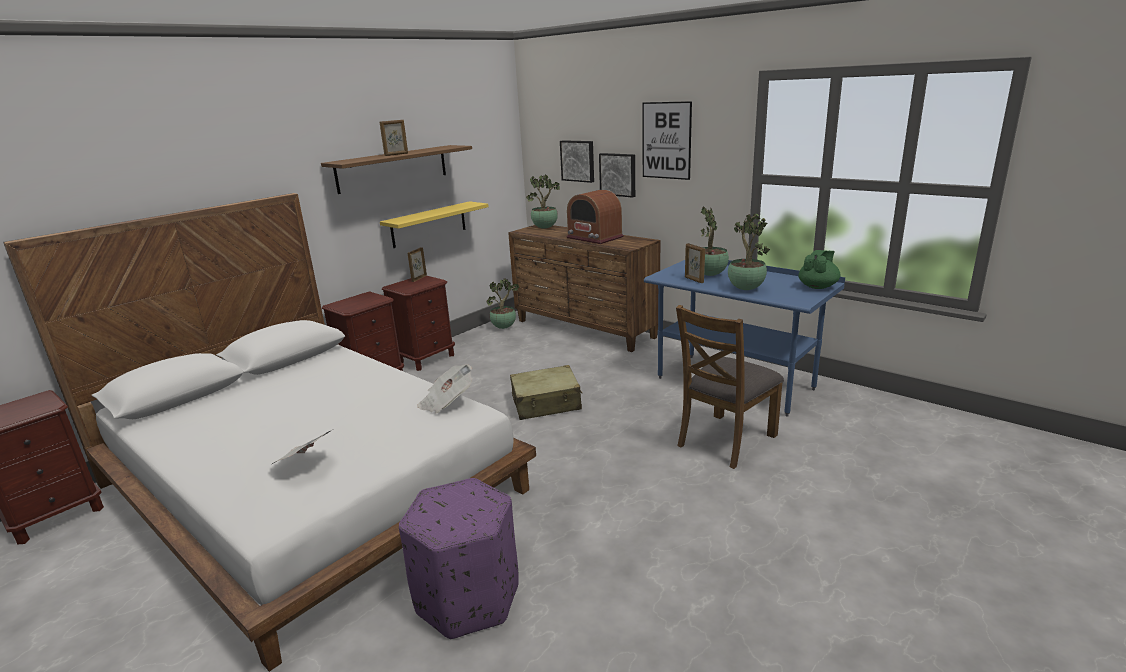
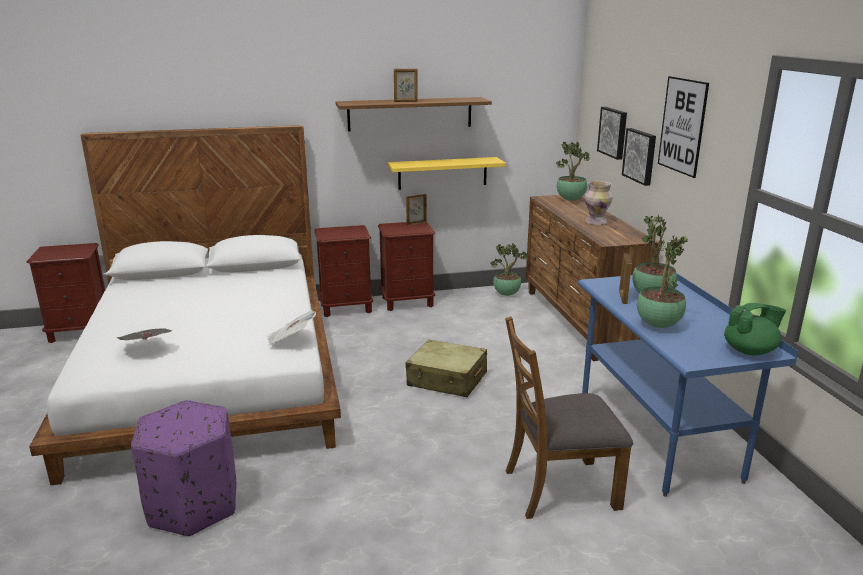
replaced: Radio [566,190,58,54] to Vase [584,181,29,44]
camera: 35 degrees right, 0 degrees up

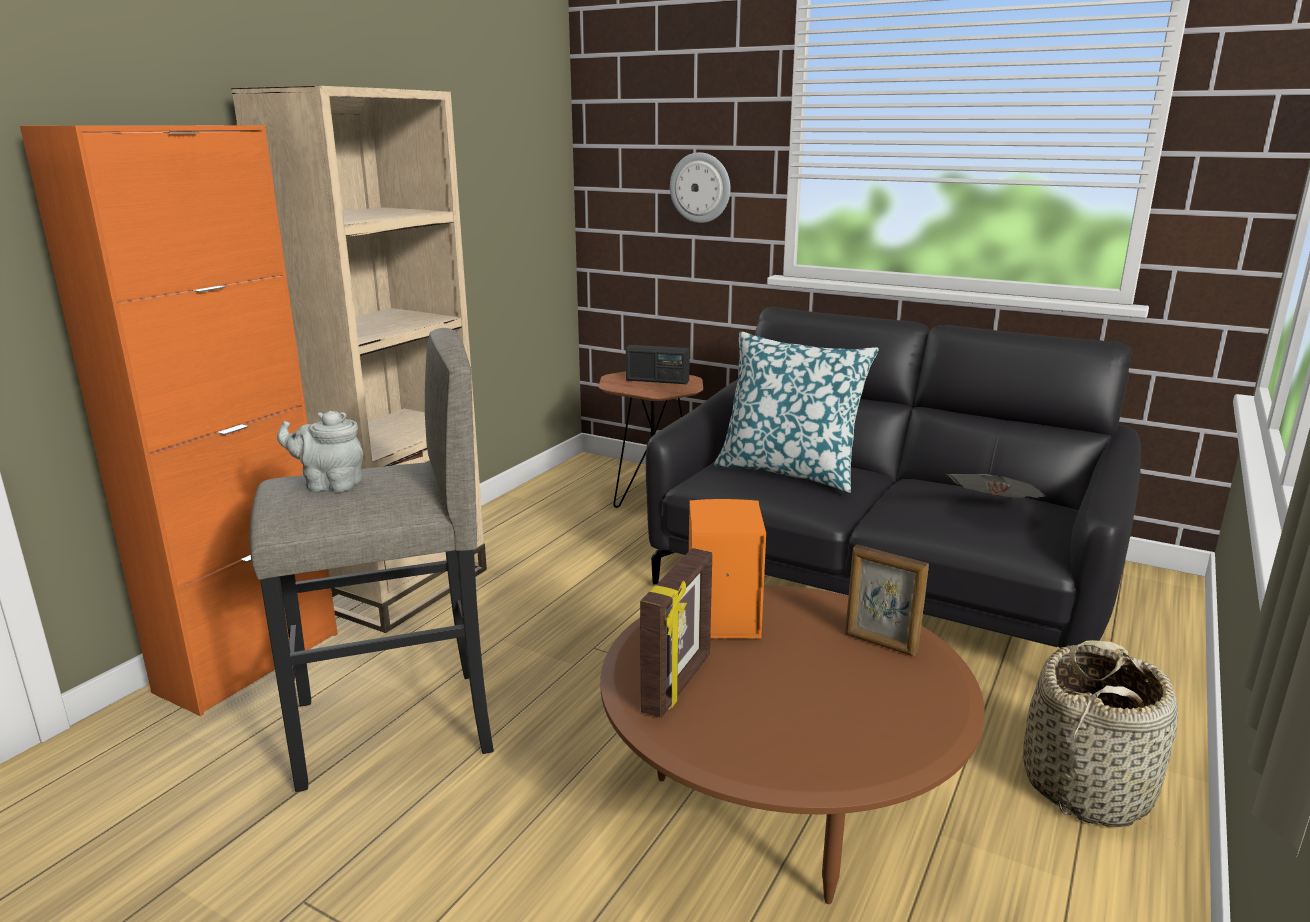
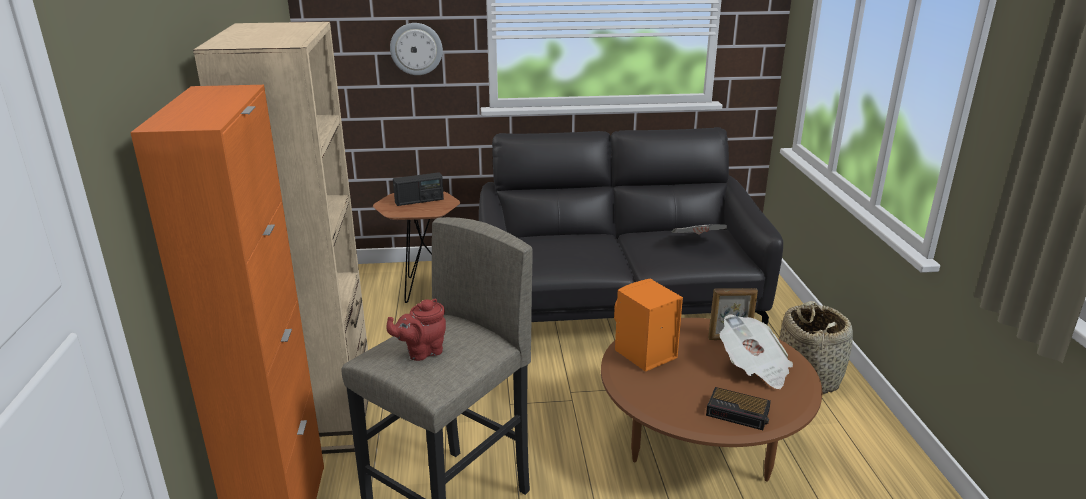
removed: Bilderrahmen [640,548,72,170]; Kissen [714,332,165,161]
added: Wecker [706,387,65,43]; Zeitung [720,314,73,75]
recoloured: Teekanne/grau [277,411,86,81] to Teekanne/rot [386,299,60,62]
camera: 35 degrees left, 5 degrees up

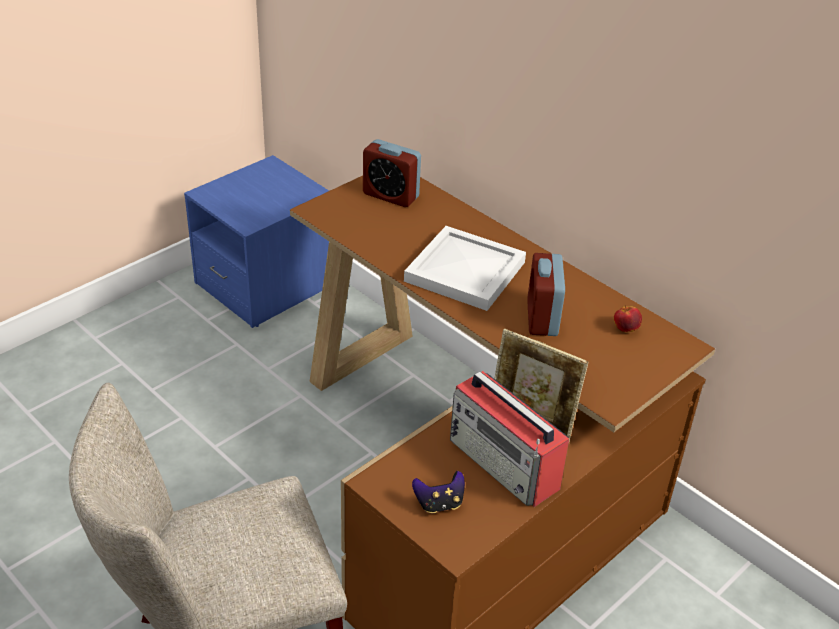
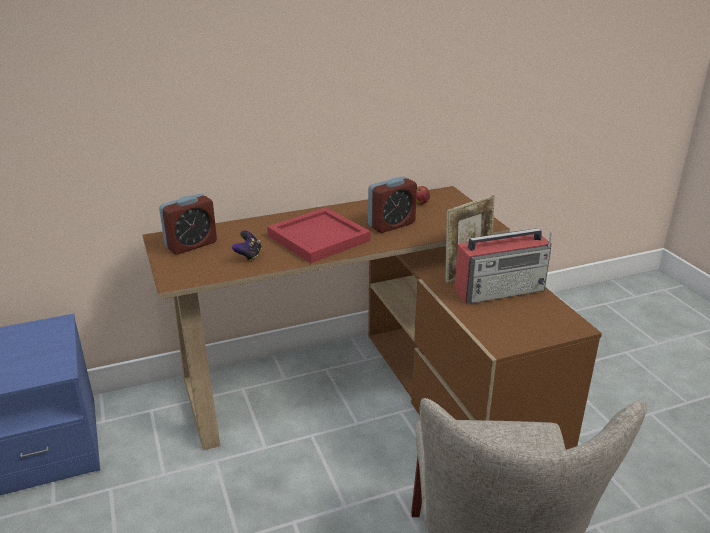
moved: Gamepad [412,471,53,42] to [232,230,30,31]
recoloured: Tablett/weiß [404,226,122,85] to Tablett/rot [267,208,104,55]
turned: Wecker [527,253,38,83] = [368,176,49,57] 60 degrees counterclockwise
camera: 65 degrees left, 10 degrees down

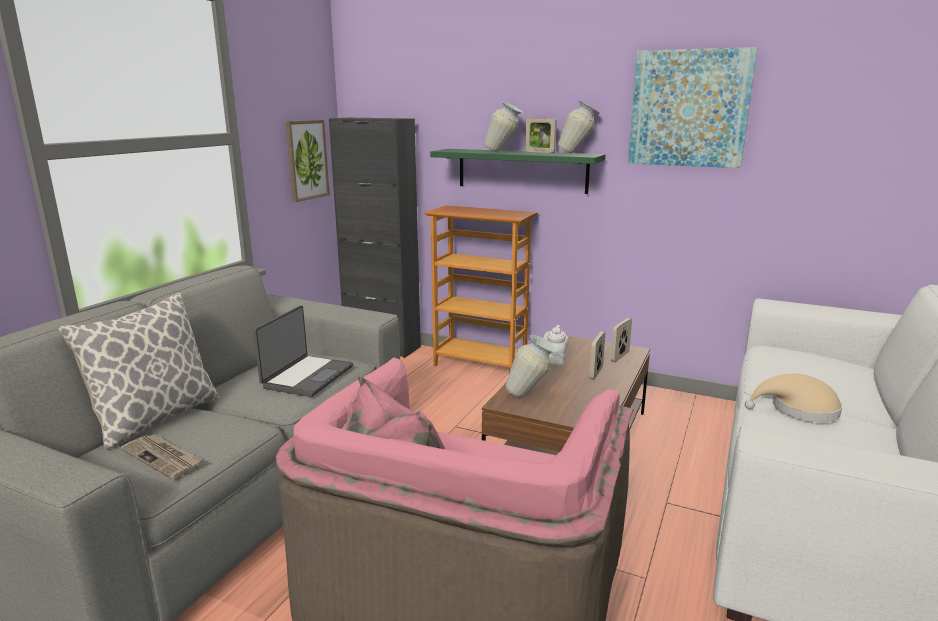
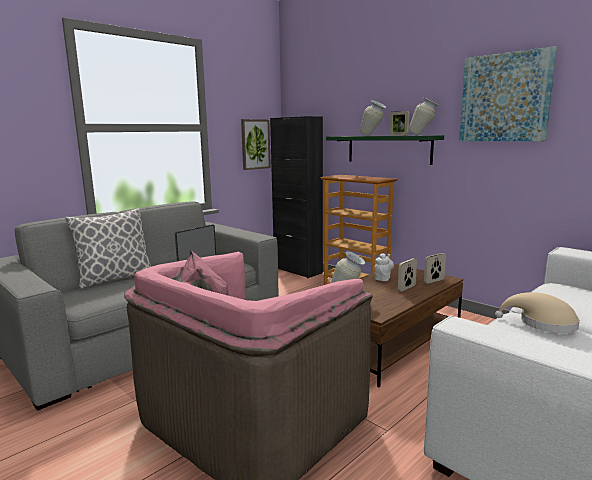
removed: Zeitung [121,434,81,46]
camera: 20 degrees right, 5 degrees down

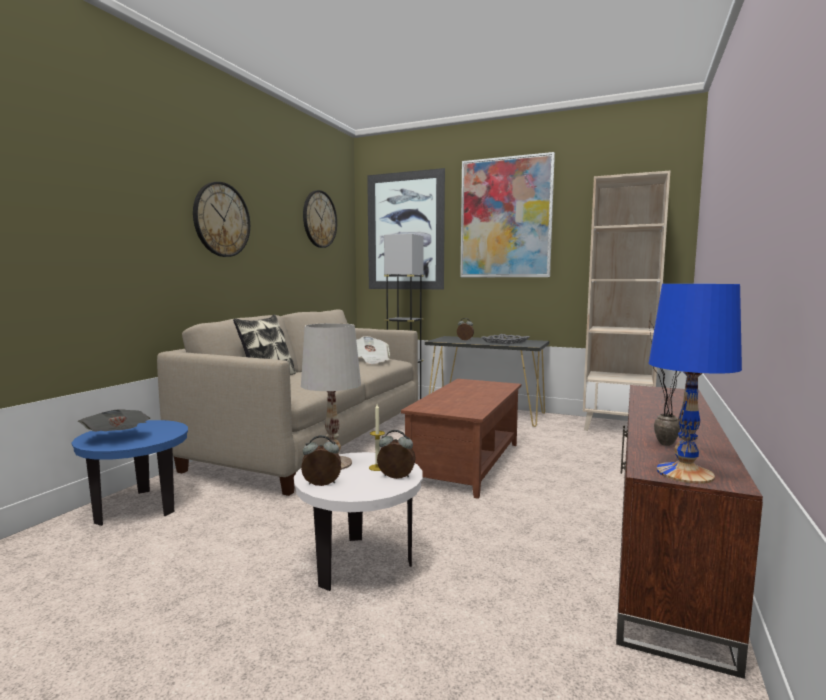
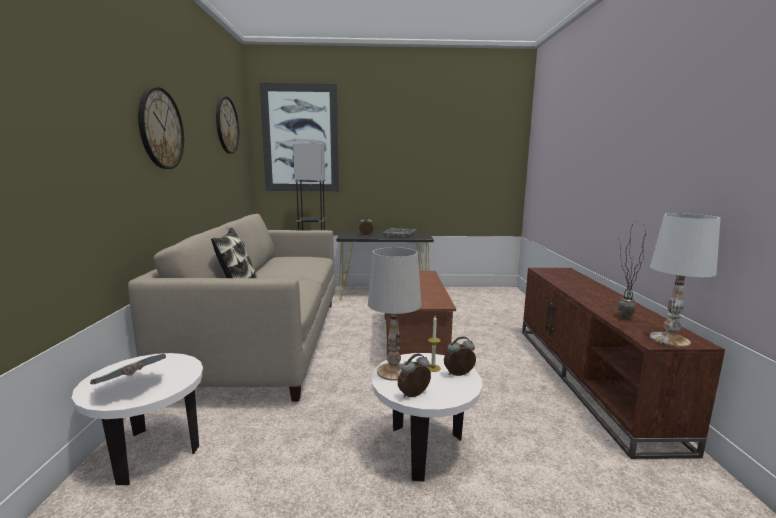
removed: Zeitung [356,336,34,28]; Bild [460,152,95,125]; Bücherregal/beige [583,171,87,260]
recoloured: Beistelltisch/blau [71,420,117,106] to Beistelltisch/weiß [72,353,131,132]; Tischlampe/blau [649,284,93,200] to Tischlampe/weiß [650,213,71,134]
camera: 25 degrees left, 5 degrees up

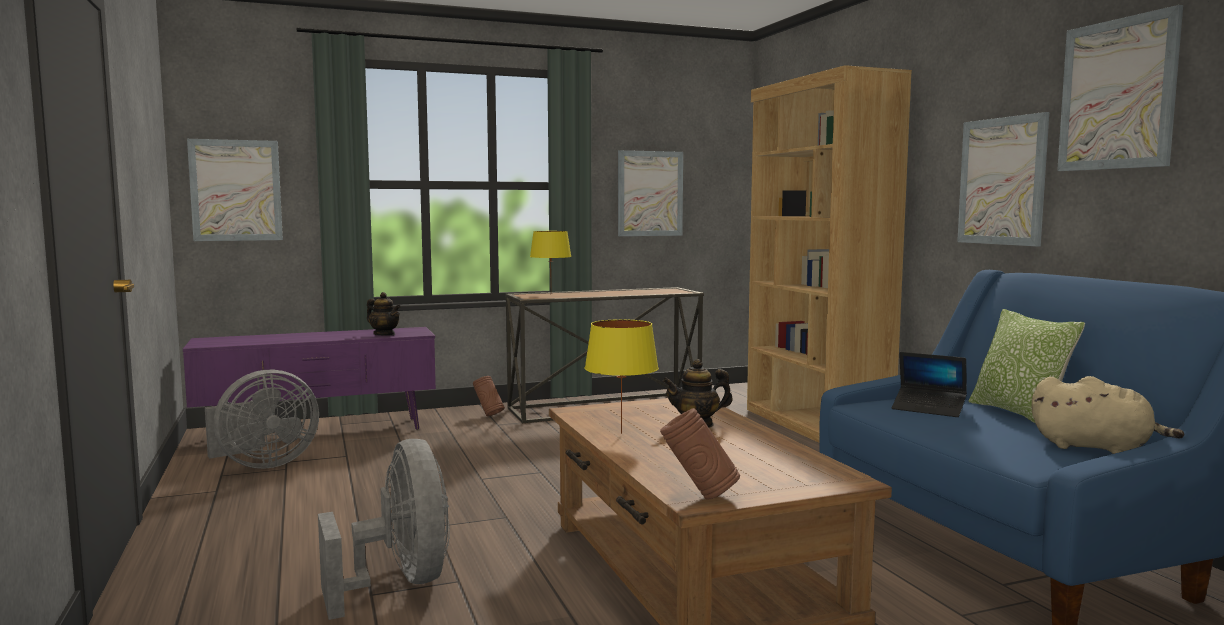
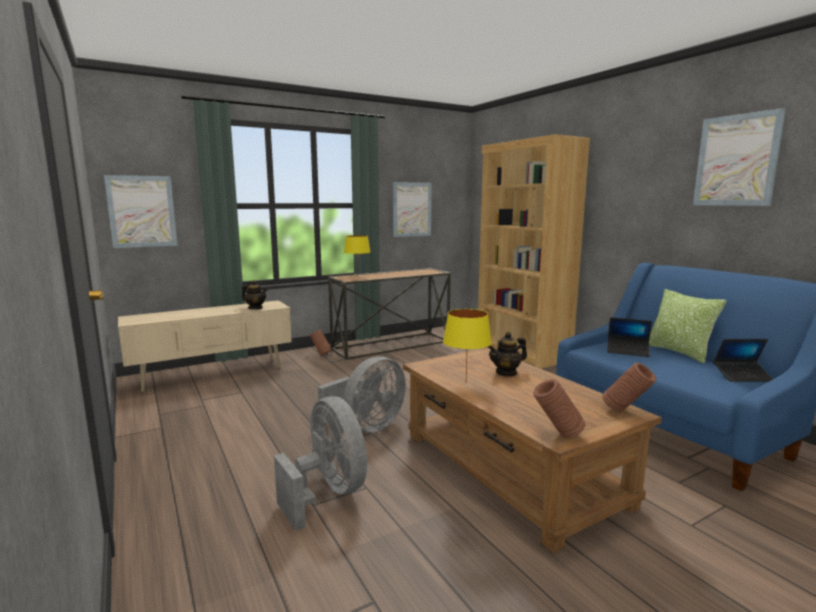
removed: Bild [957,112,92,134]
added: Vase/braun [602,363,55,49]
moved: Ventilator/grau [205,370,114,99] to [318,356,88,76]
replaced: Plüschtier/beige [1031,376,153,78] to Laptop [713,339,60,43]
recoloured: Fernsehschrank/lila [183,327,253,102] to Fernsehschrank/beige [118,300,174,92]
camera: 10 degrees left, 5 degrees up

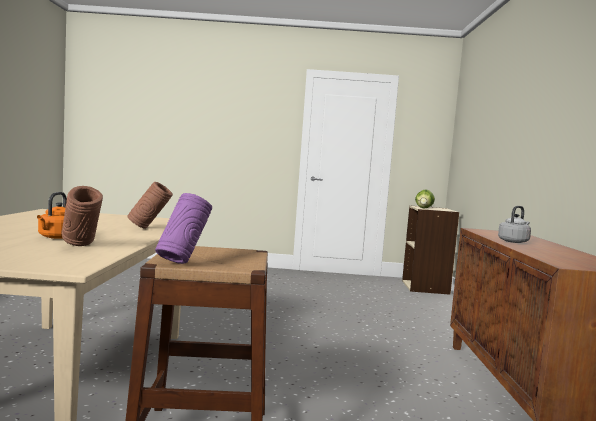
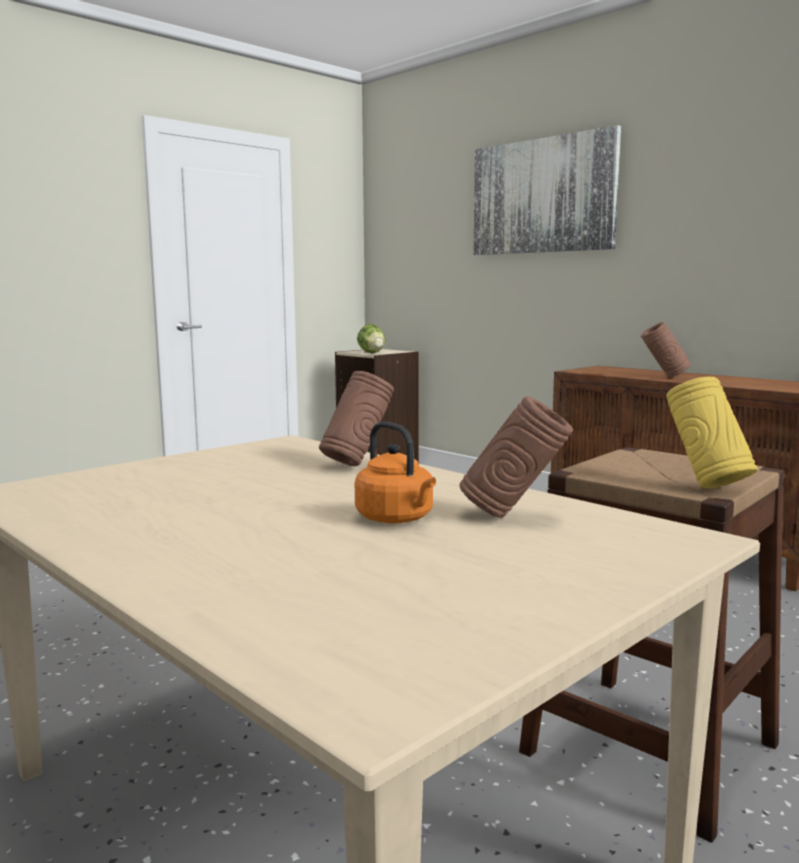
added: Bild [474,125,147,130]
replaced: Wasserkessel/grau [498,206,33,37] to Vase/braun [641,322,50,55]
recoloured: Vase/lila [155,193,57,71] to Vase/gelb [666,377,92,111]
camera: 45 degrees left, 5 degrees up

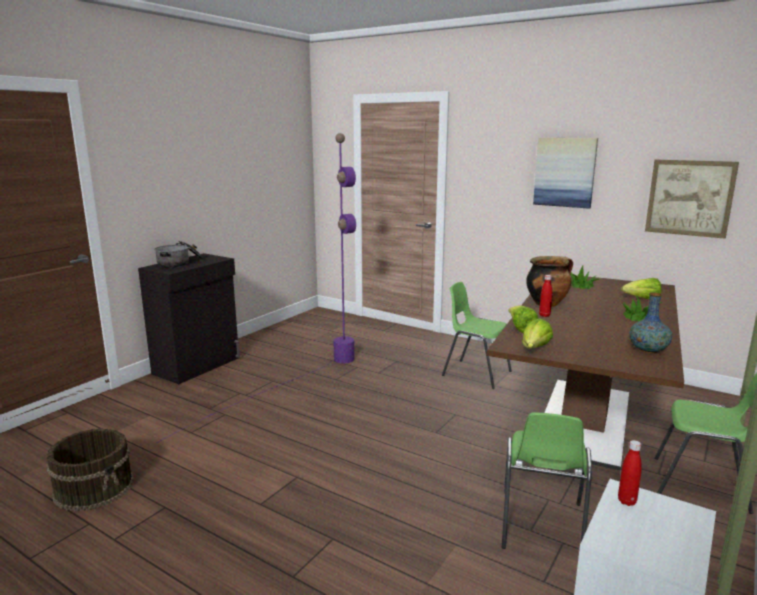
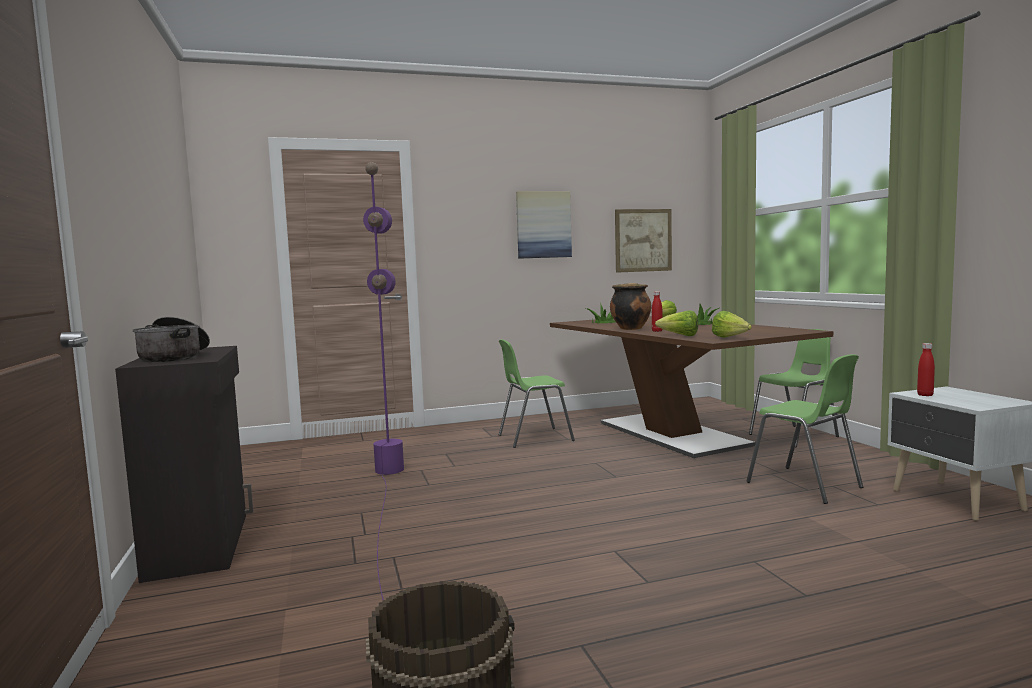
removed: Vase [630,293,42,60]
camera: 50 degrees left, 10 degrees down

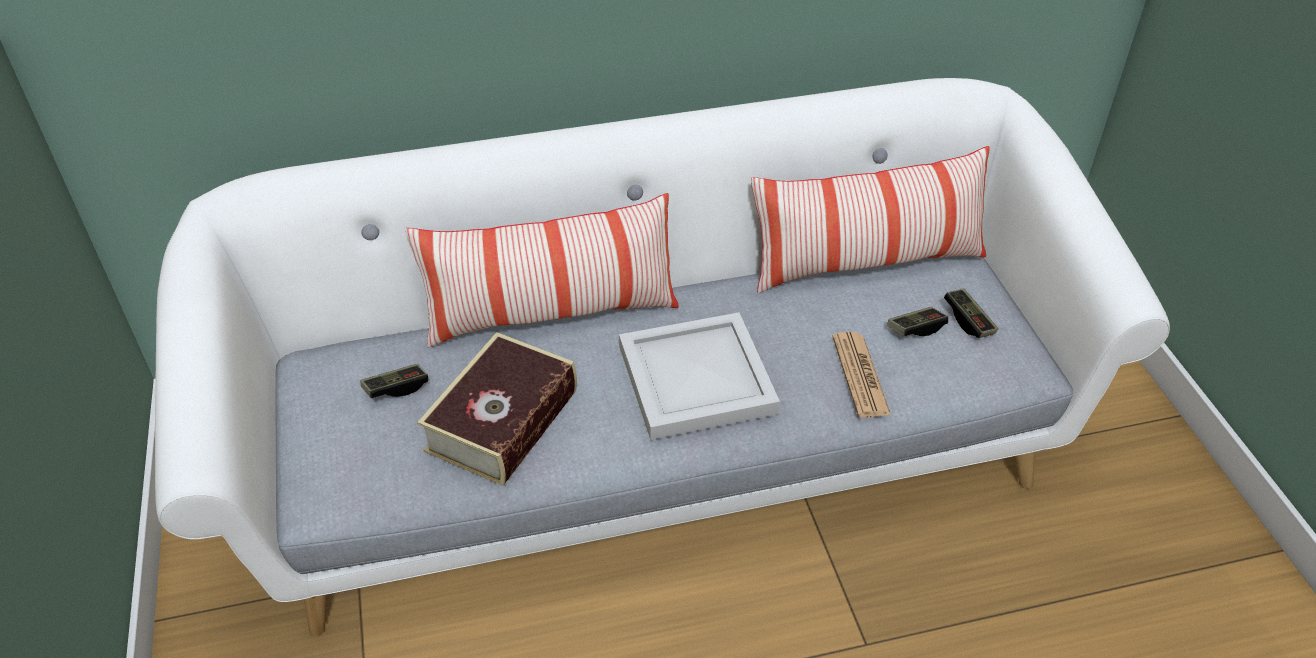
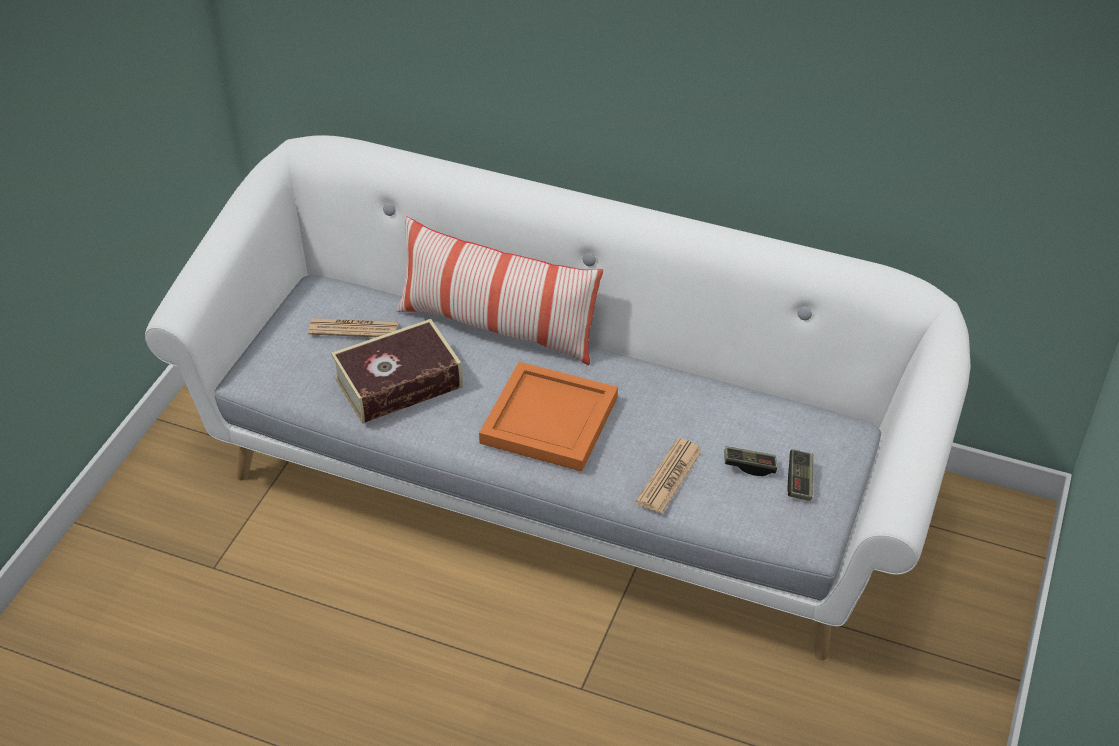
removed: Kissen [751,146,239,147]
replaced: Gamepad [360,364,68,34] to Zeitung [308,318,90,19]
recoloured: Tablett/weiß [619,312,161,128] to Tablett/orange [479,362,139,110]
camera: 35 degrees right, 0 degrees up

